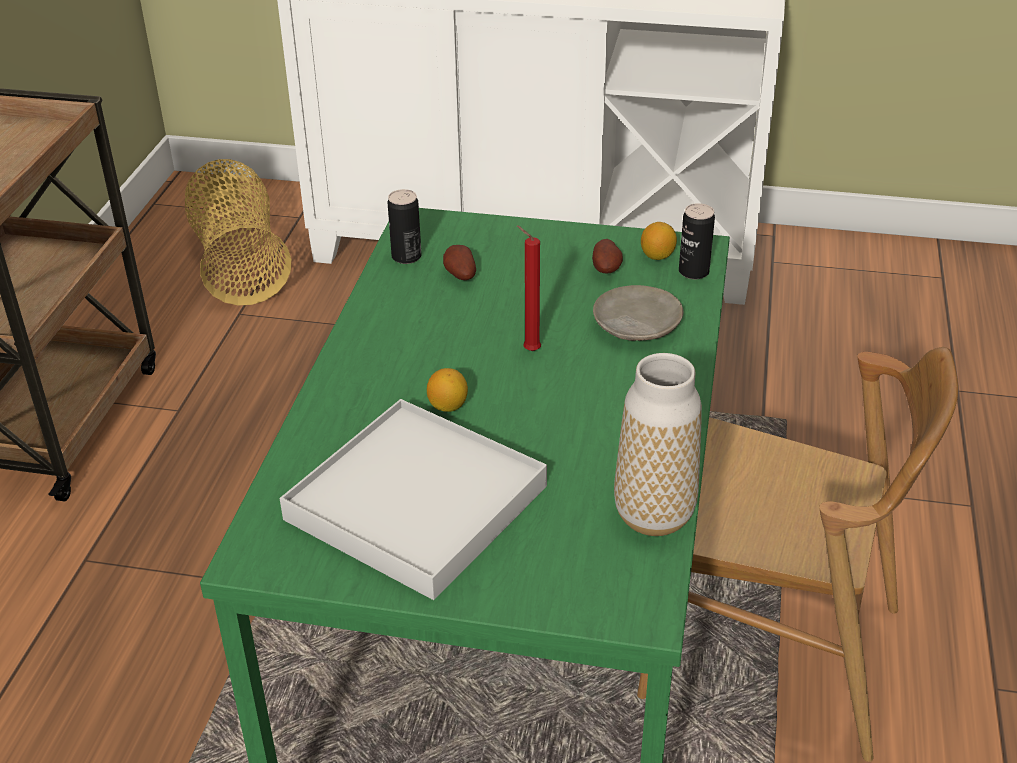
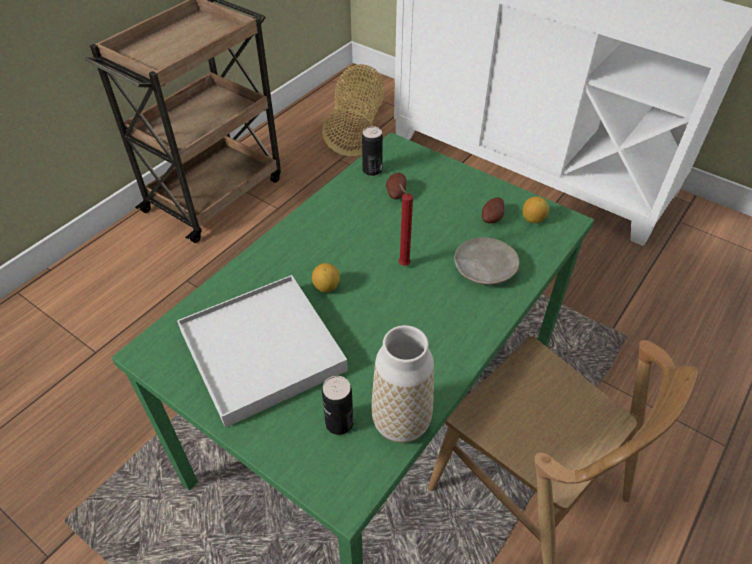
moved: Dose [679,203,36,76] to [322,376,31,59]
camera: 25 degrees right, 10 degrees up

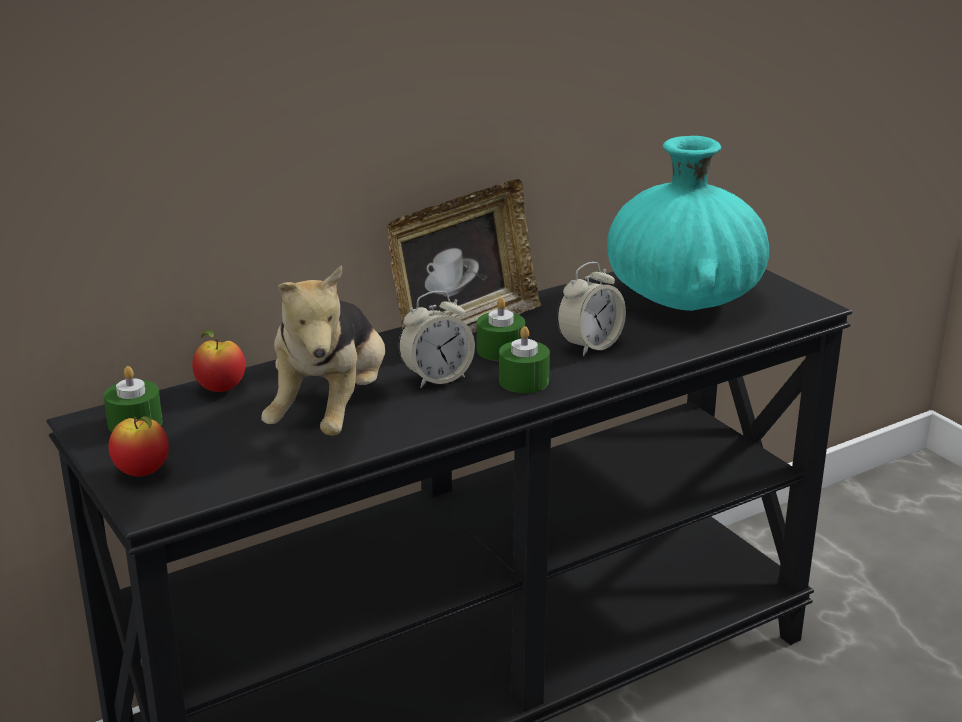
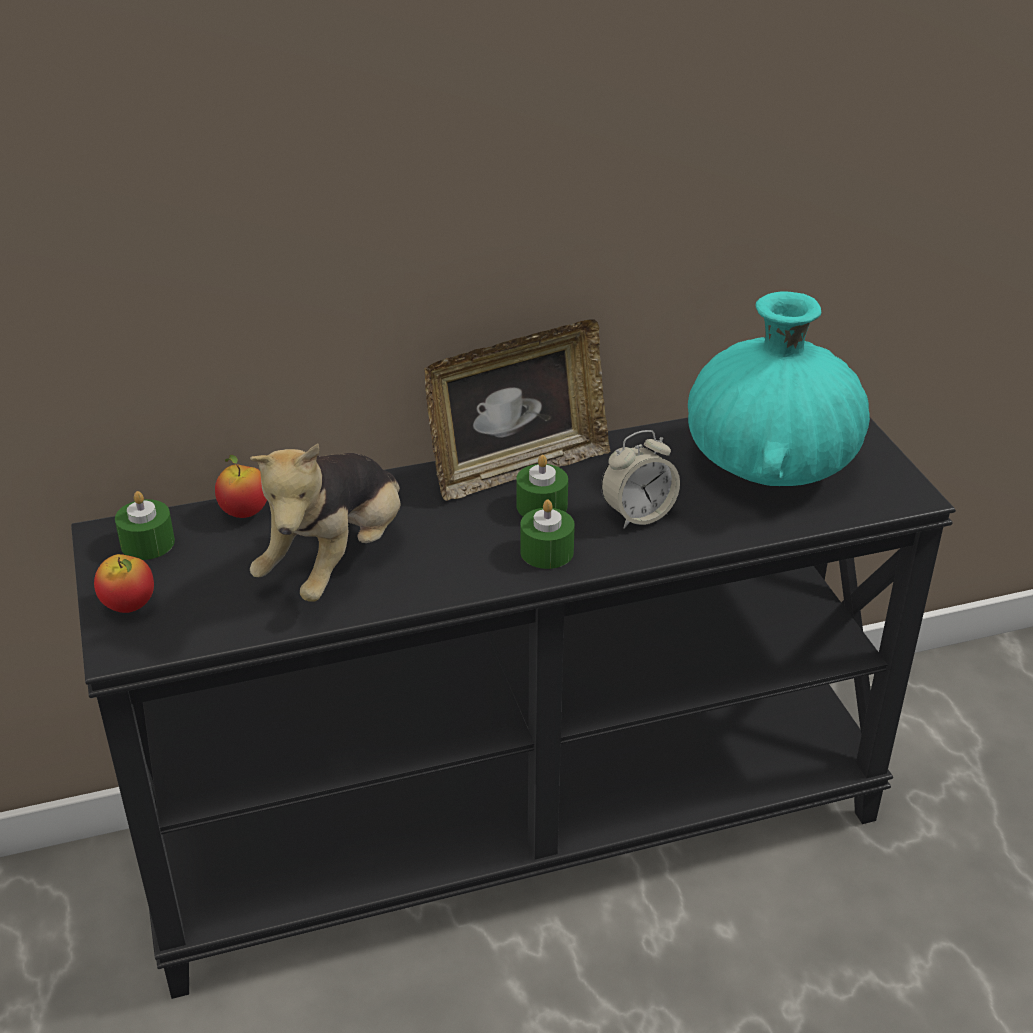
removed: Wecker [399,291,76,97]
camera: 15 degrees right, 10 degrees up

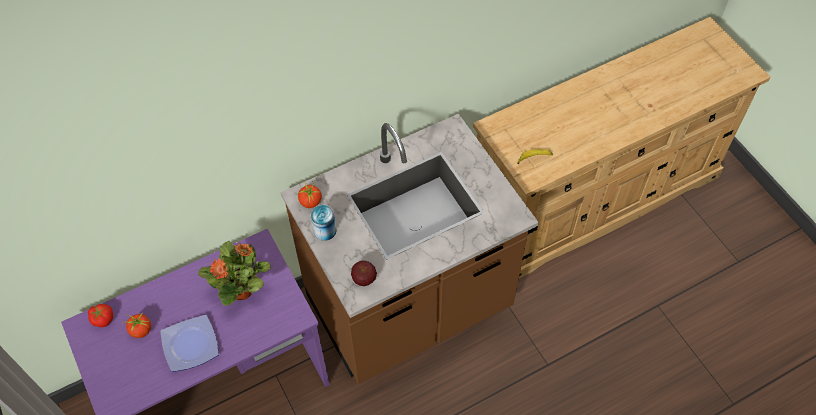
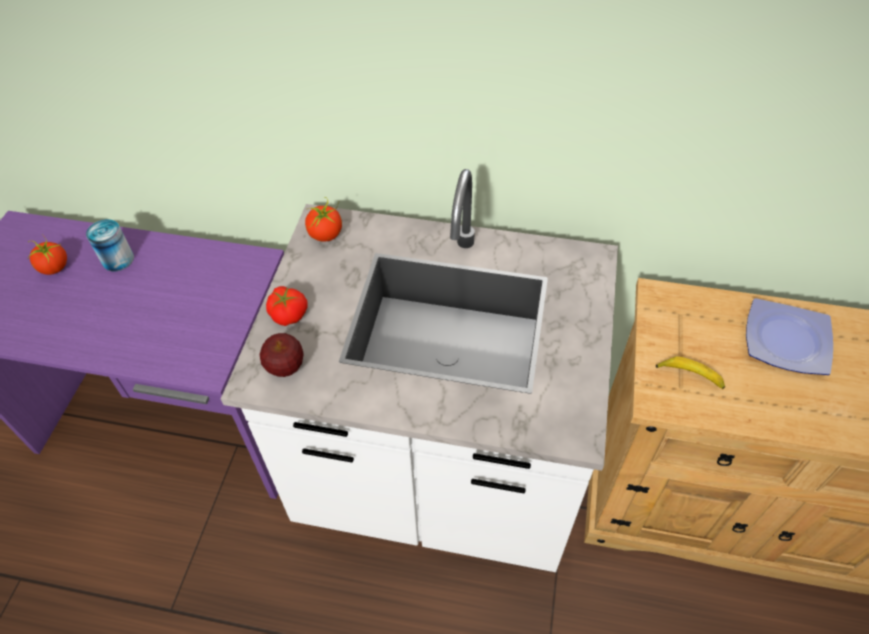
removed: Topfpflanze [198,241,73,65]
moved: Dose [311,205,25,36] to [86,219,48,52]; Tomate [88,304,25,23] to [266,286,42,40]; Teller [160,315,59,57] to [746,298,87,77]
recoloured: Küchenzeile/braun [280,114,259,270] to Küchenzeile/weiß [221,169,397,403]
camera: 40 degrees right, 5 degrees down

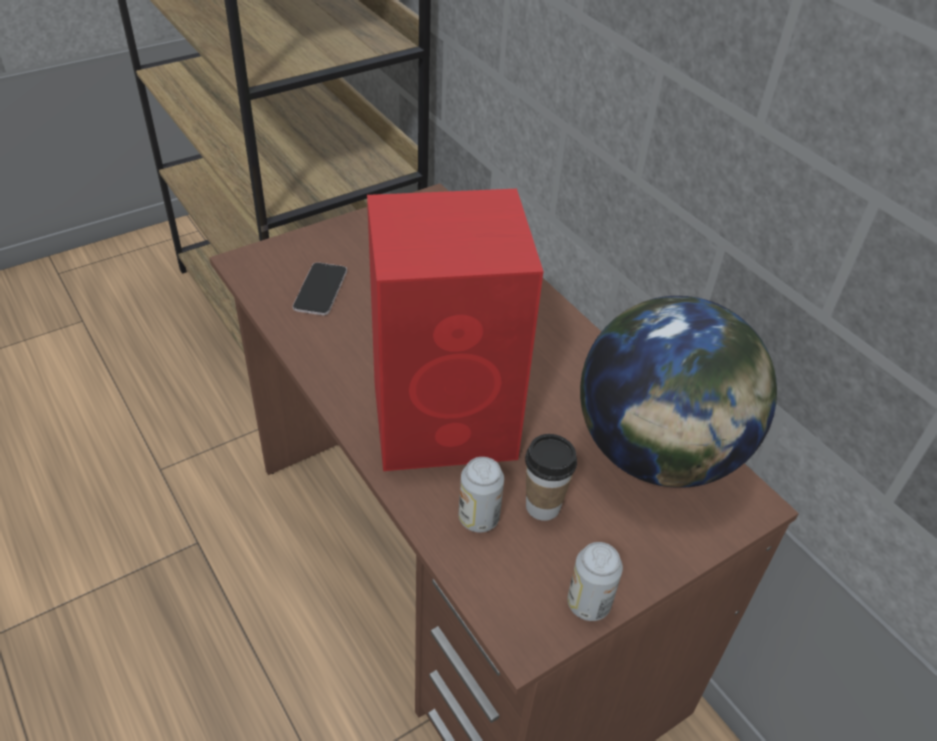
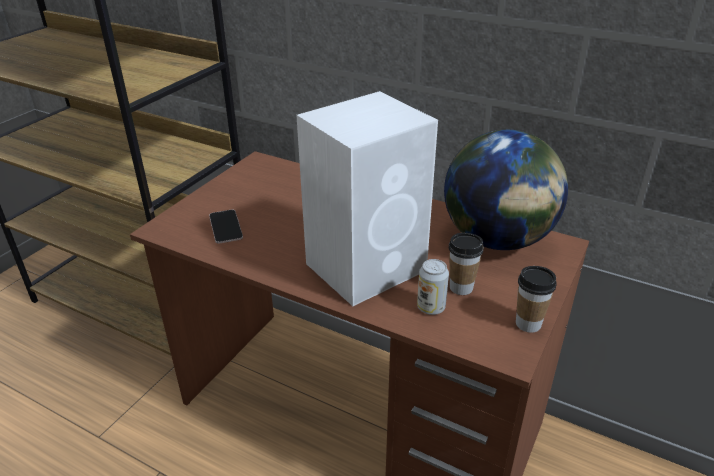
replaced: Dose [567,542,56,79] to Tasse [516,266,41,67]
recoloured: Lautsprecher/rot [367,189,177,282] to Lautsprecher/weiß [296,91,142,215]
camera: 25 degrees left, 10 degrees down

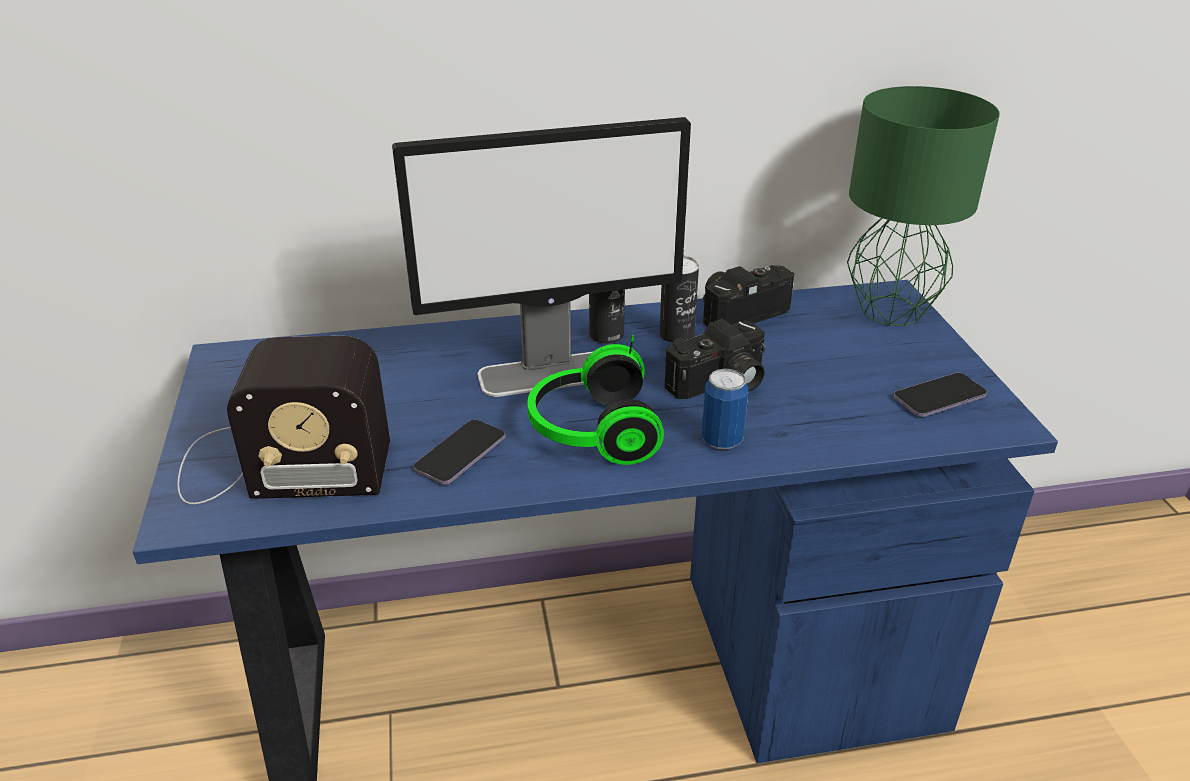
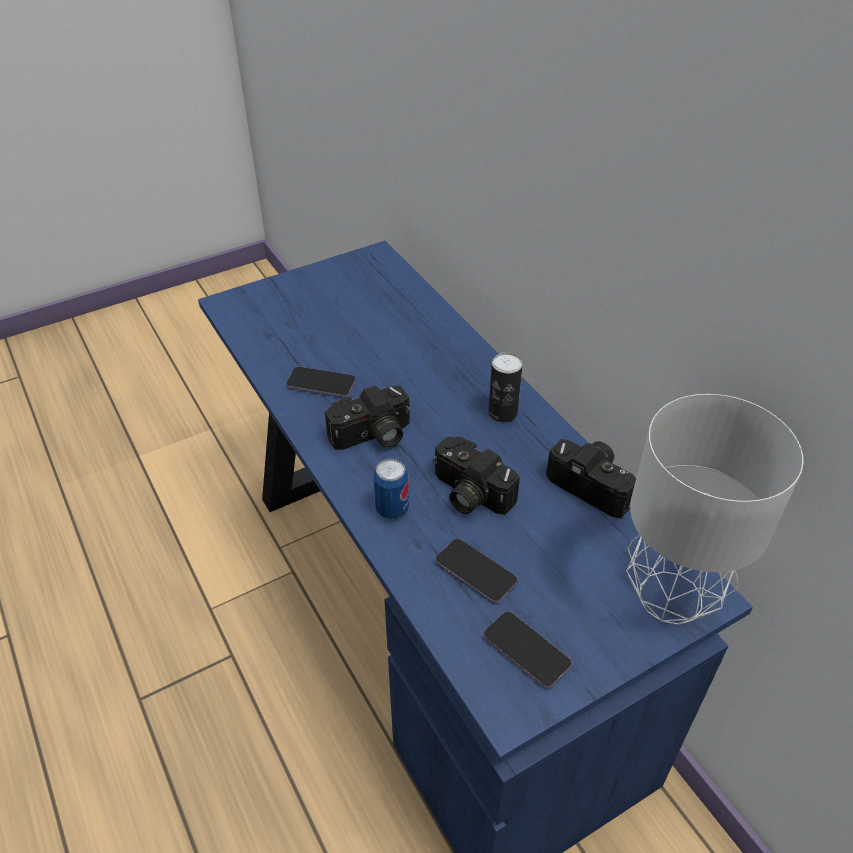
removed: Radio [177,336,213,169]; Monitor [392,117,299,280]; Dose [659,256,40,87]
added: Handy [435,538,83,66]
replaced: Kopfhörer [527,335,137,130] to Kamera [325,385,85,65]
recoloured: Tischlampe/grün [847,86,153,240] to Tischlampe/grau [626,394,177,231]
camera: 70 degrees right, 10 degrees up

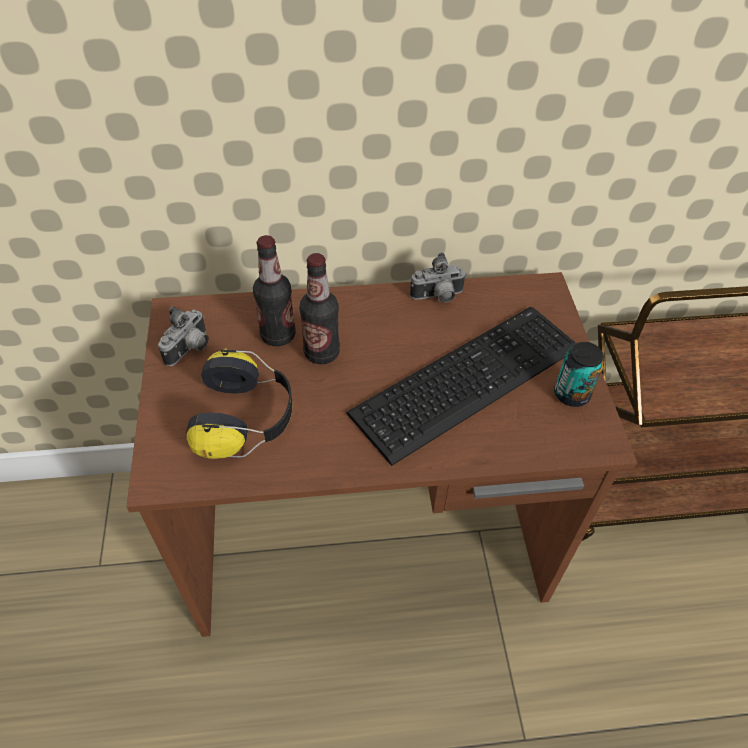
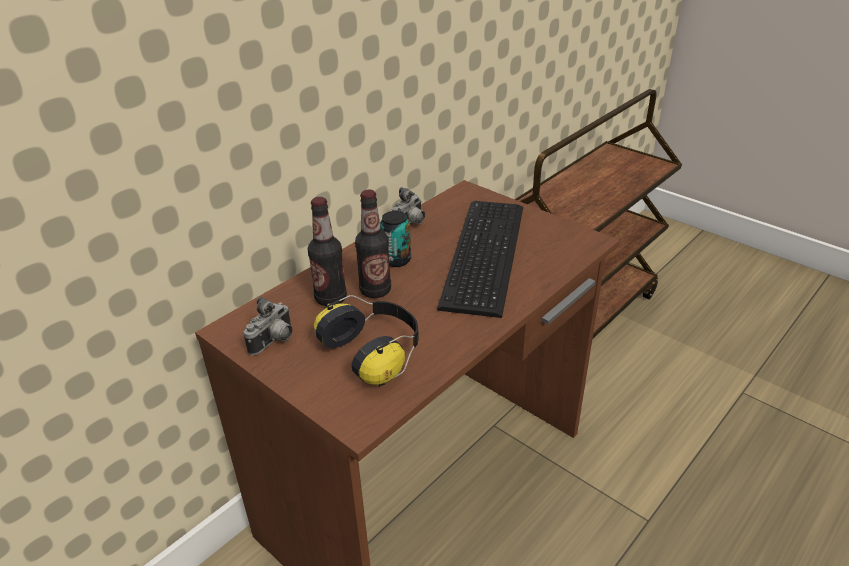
moved: Dose [554,342,51,65] to [380,211,31,56]
turned: Kamera [158,306,51,60] = [244,297,49,58] 45 degrees clockwise
camera: 40 degrees left, 15 degrees down

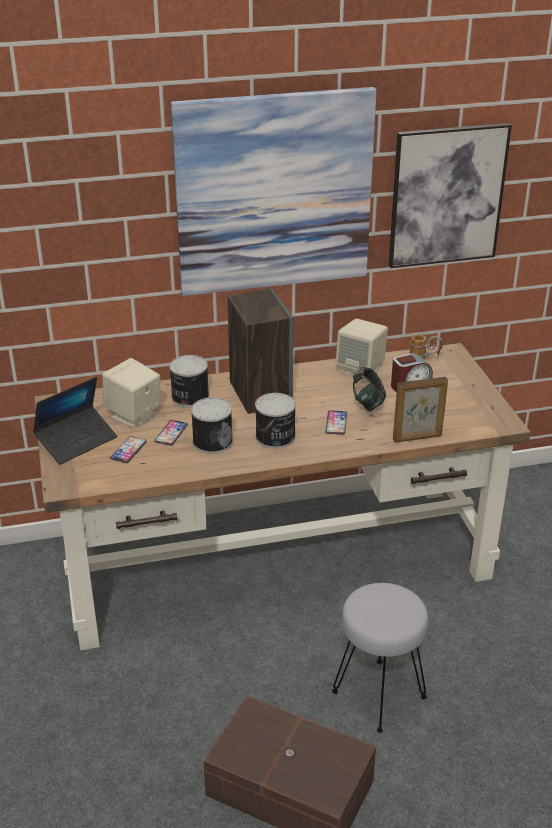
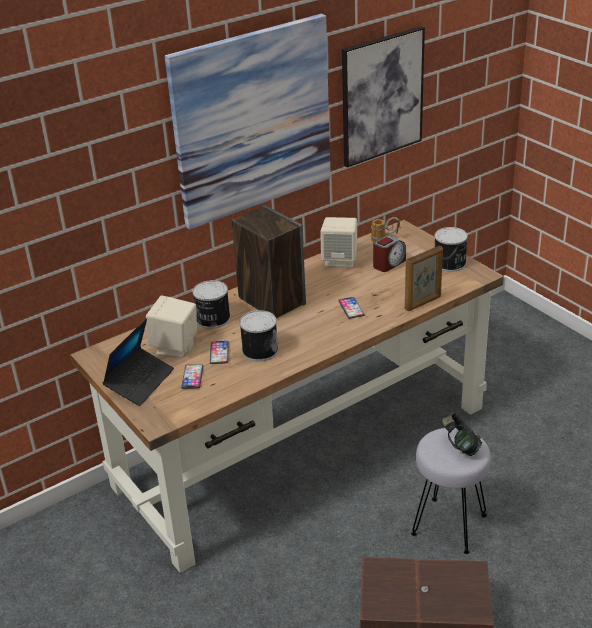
moved: Dose [255,393,41,56] to [435,227,33,45]; Kopfhörer [353,367,33,45] to [442,412,40,44]
camera: 20 degrees left, 0 degrees up

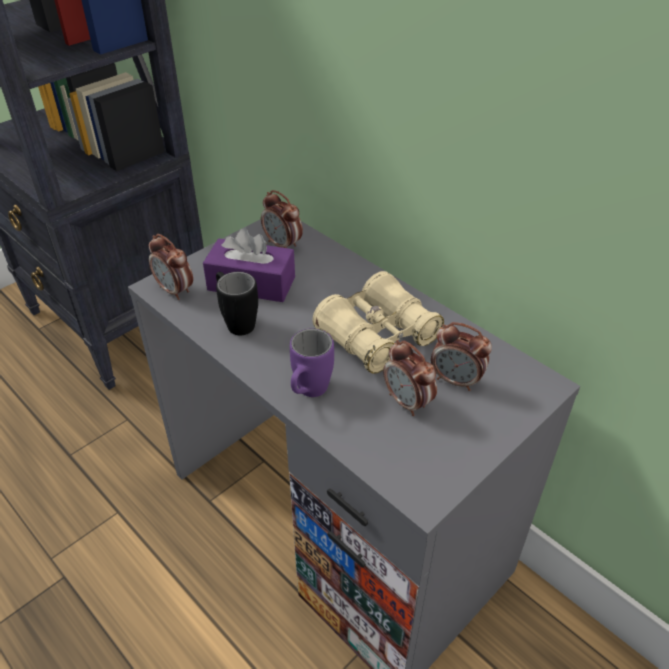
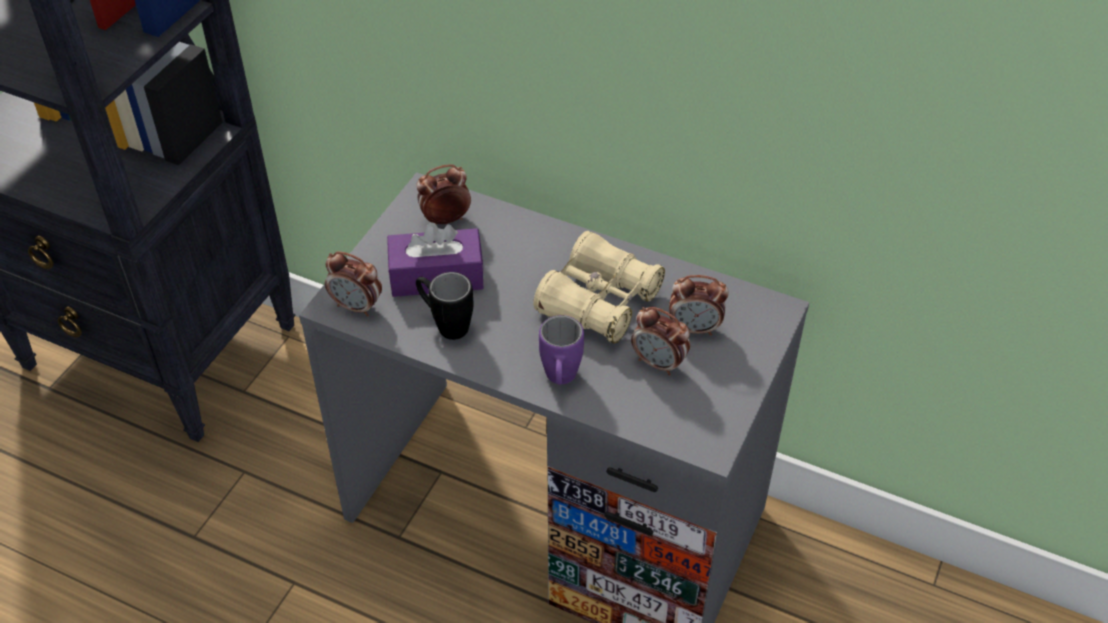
turned: Wecker [261,190,42,58] = [416,164,55,60] 135 degrees clockwise
camera: 20 degrees left, 5 degrees up

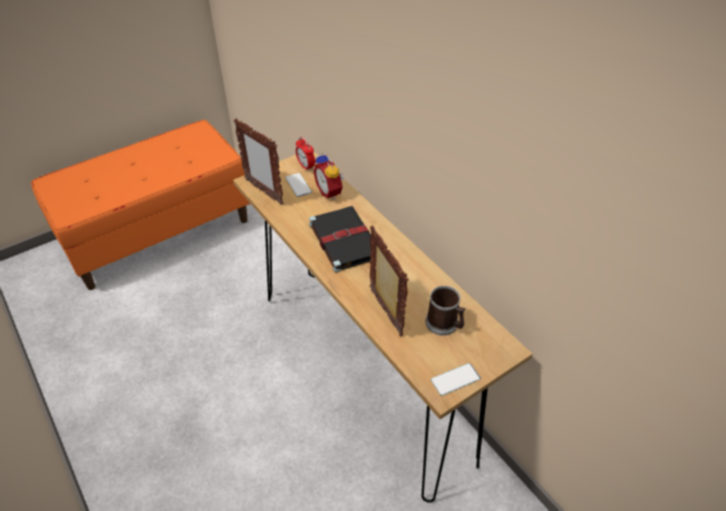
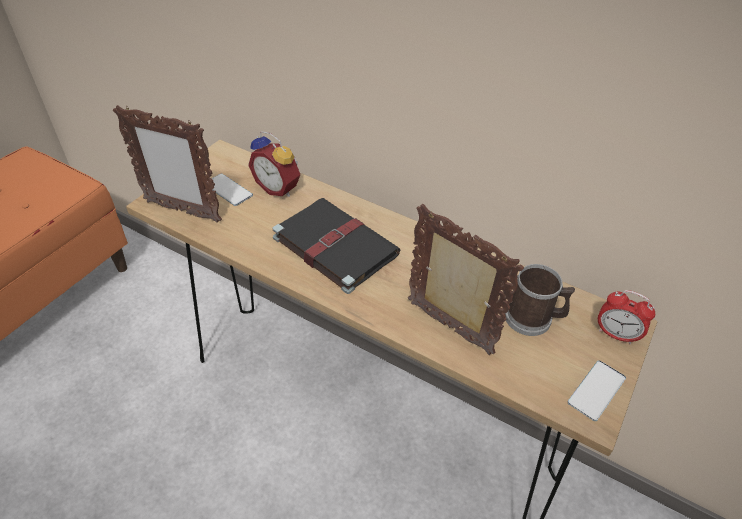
moved: Wecker [296,137,19,35] to [598,290,57,54]
camera: 25 degrees left, 0 degrees up

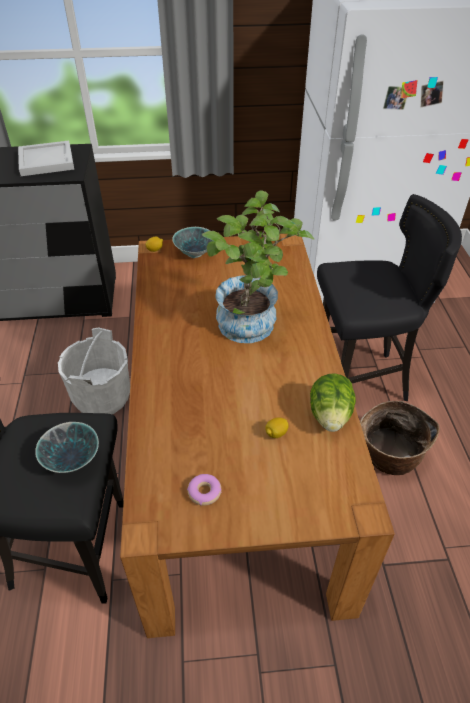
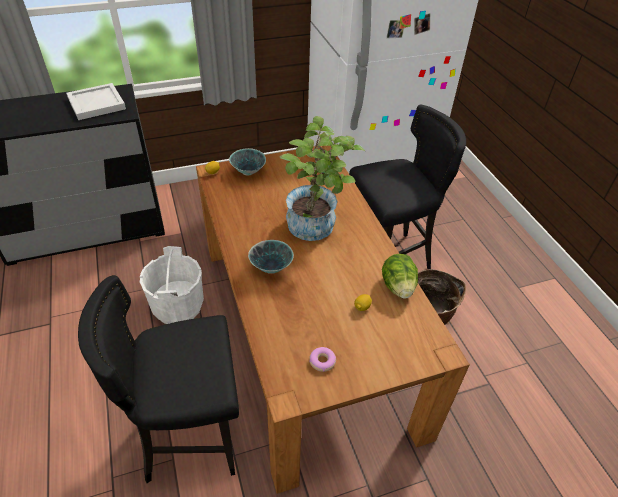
moved: Schüssel [35,422,64,51] to [248,240,46,34]
camera: 15 degrees left, 0 degrees up

